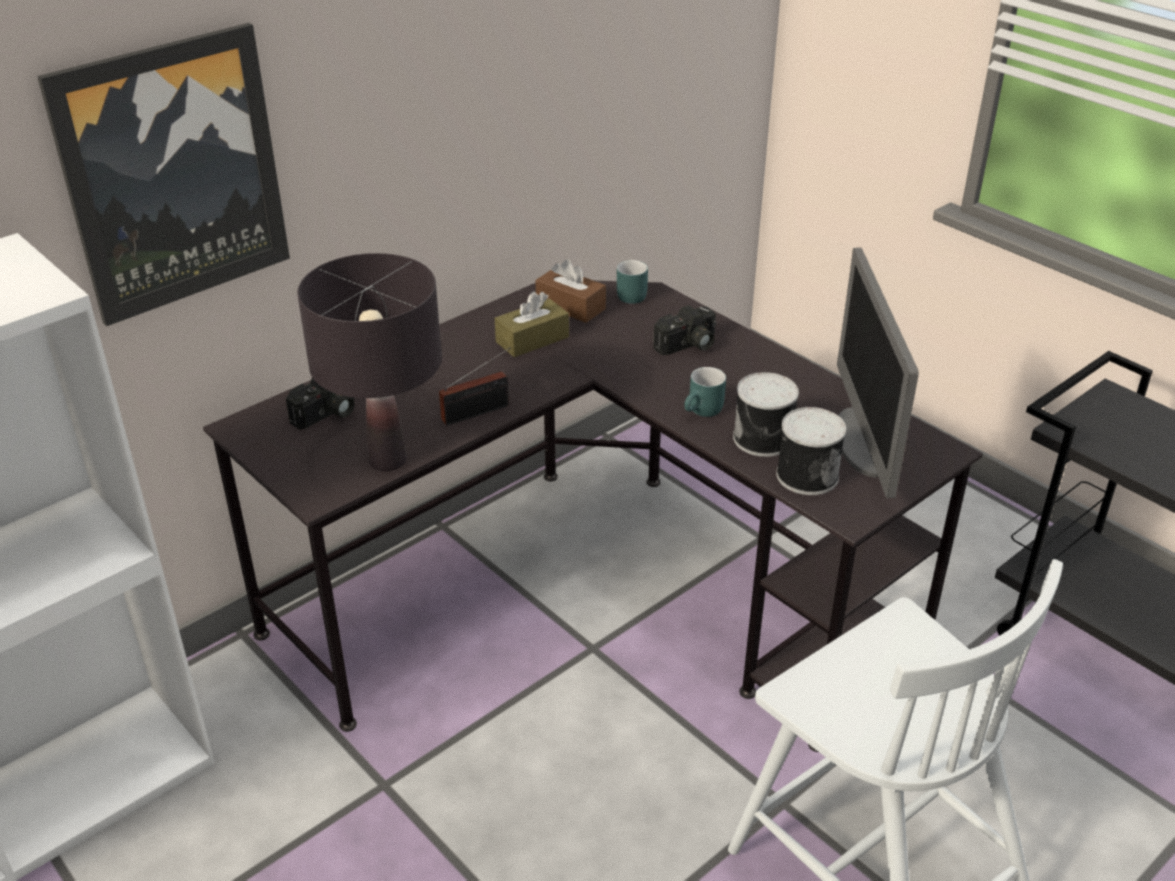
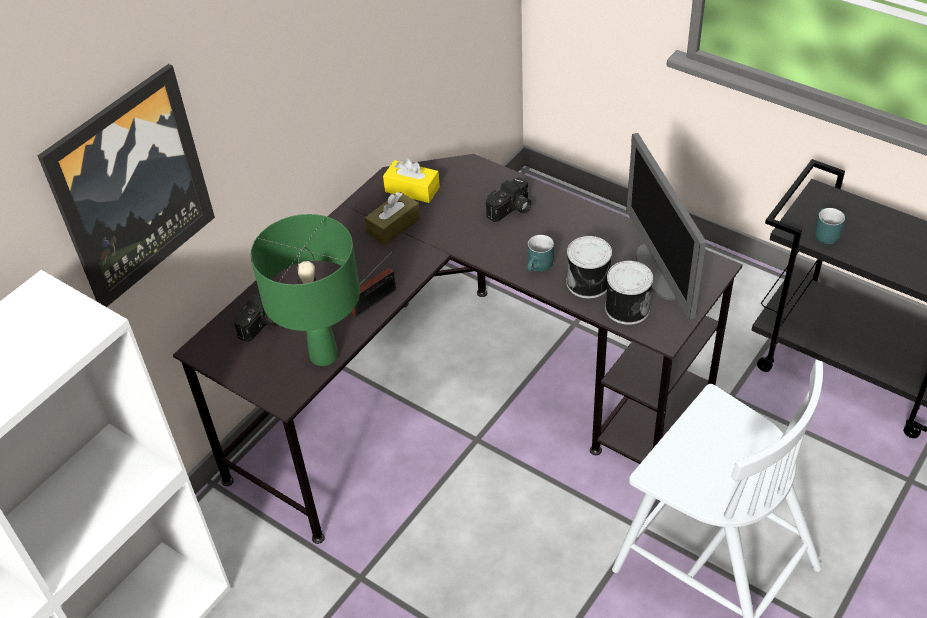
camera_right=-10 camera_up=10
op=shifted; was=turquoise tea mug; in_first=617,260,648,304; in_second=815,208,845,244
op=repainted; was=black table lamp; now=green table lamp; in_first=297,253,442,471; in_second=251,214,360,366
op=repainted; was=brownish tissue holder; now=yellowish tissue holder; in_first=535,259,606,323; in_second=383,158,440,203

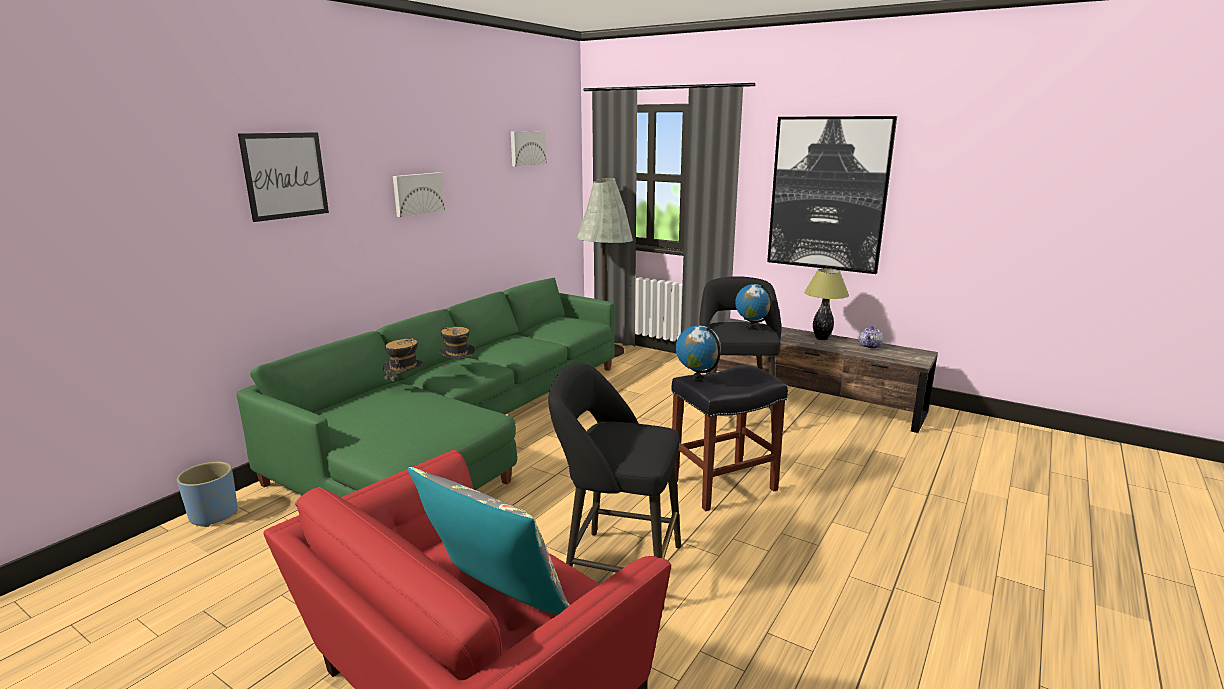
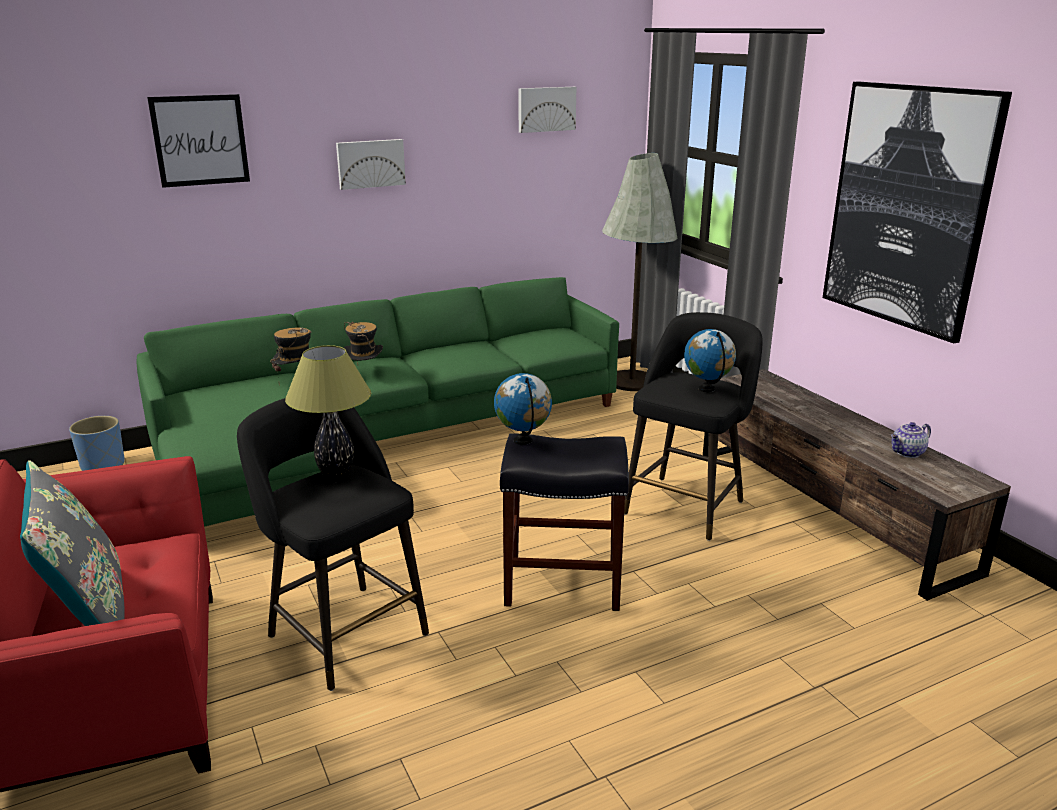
camera_right=30 camera_up=5
op=shifted; was=table lamp; in_first=804,268,849,340; in_second=285,345,371,483

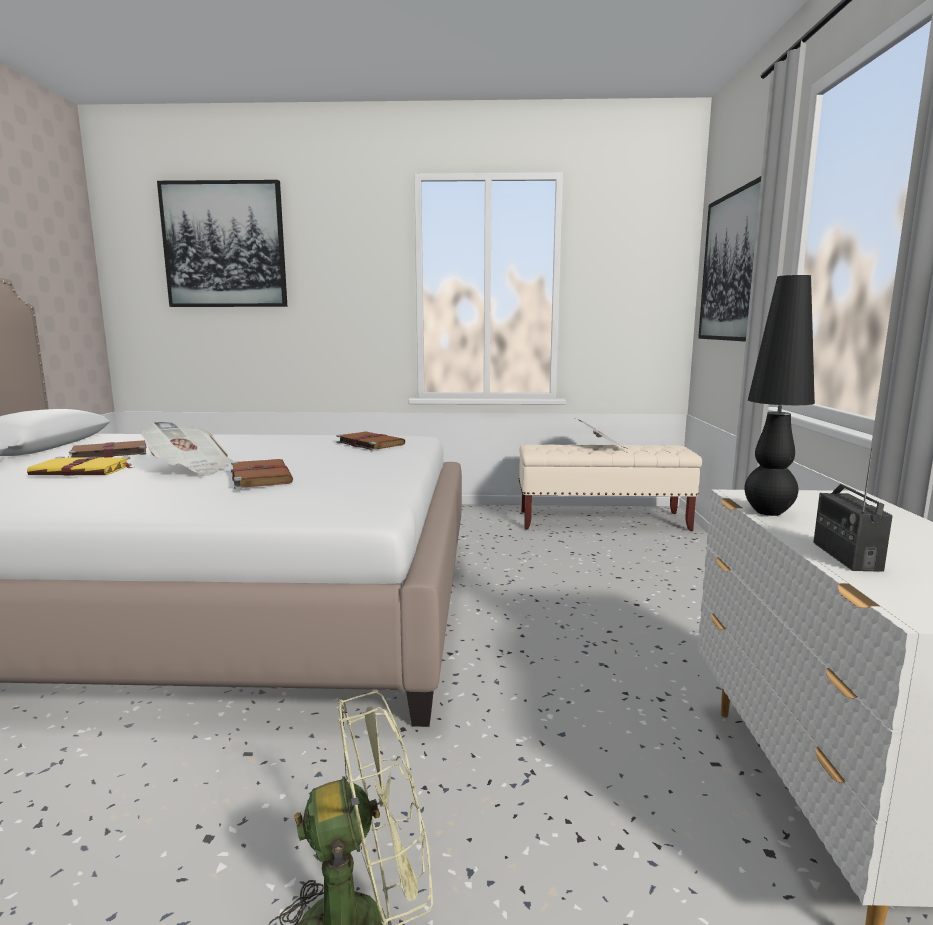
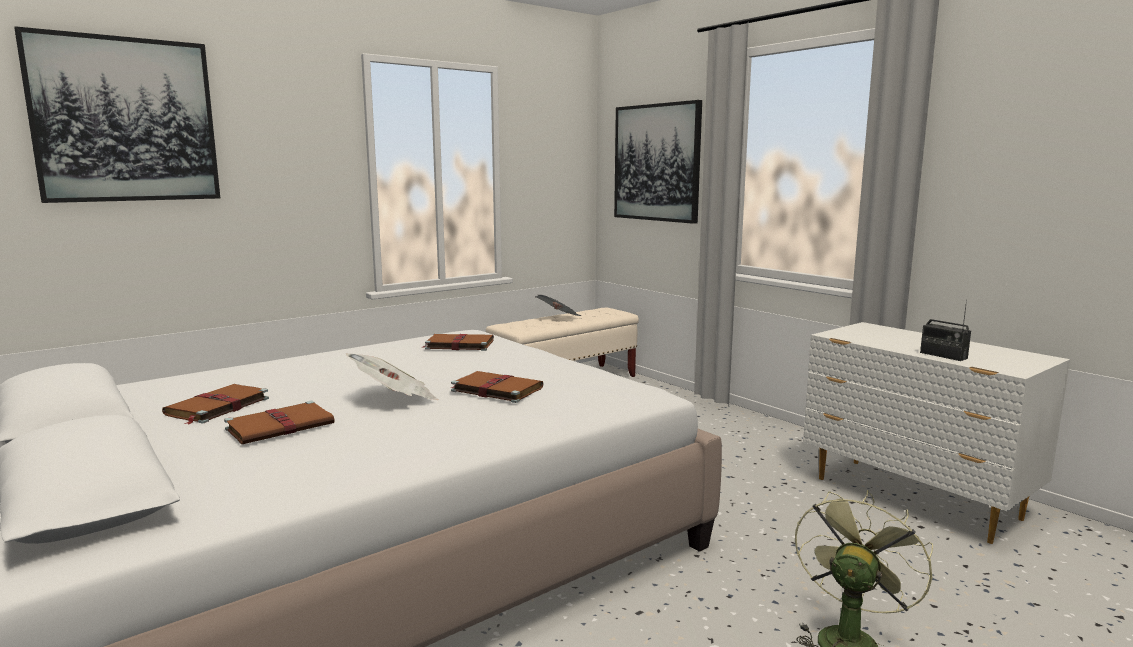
camera_right=-40 camera_up=0
op=gone; was=black table lamp; in_first=744,275,815,516
op=repainted; was=yellowish book; now=brownish book; in_first=27,457,132,476; in_second=224,401,334,444

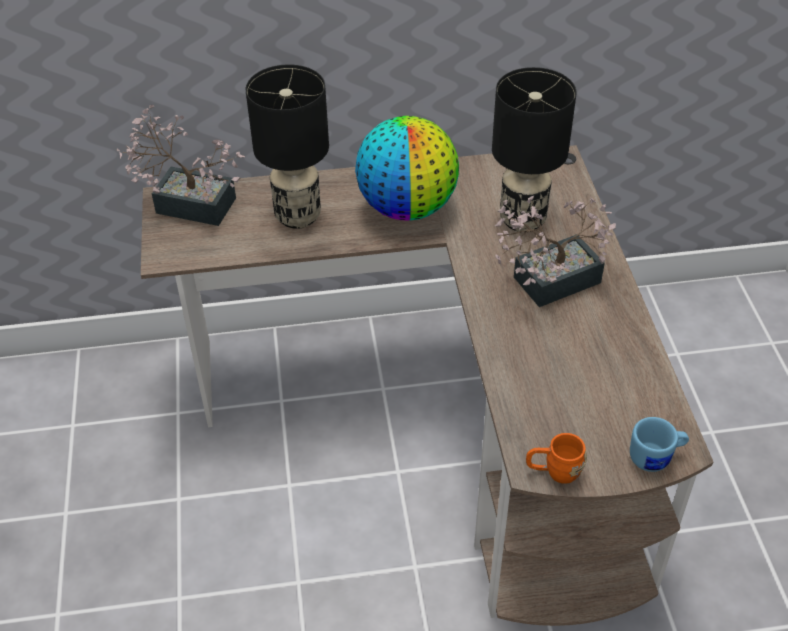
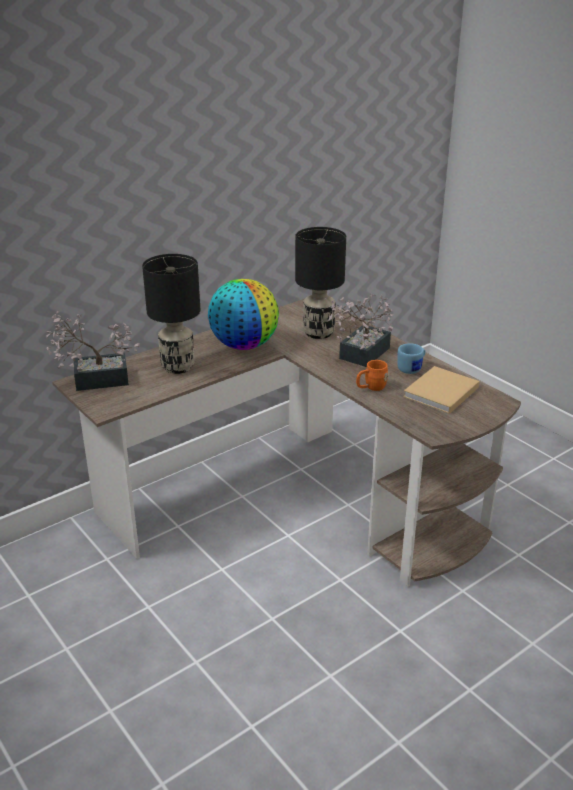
camera_right=-30 camera_up=-15
op=new; now=sand-coloured book; in_second=403,366,479,414
op=shifted; was=orange-coloured tea mug; in_first=526,433,587,484; in_second=356,360,389,391
op=shifted; was=bluish tea mug; in_first=630,417,689,472; in_second=397,343,425,374

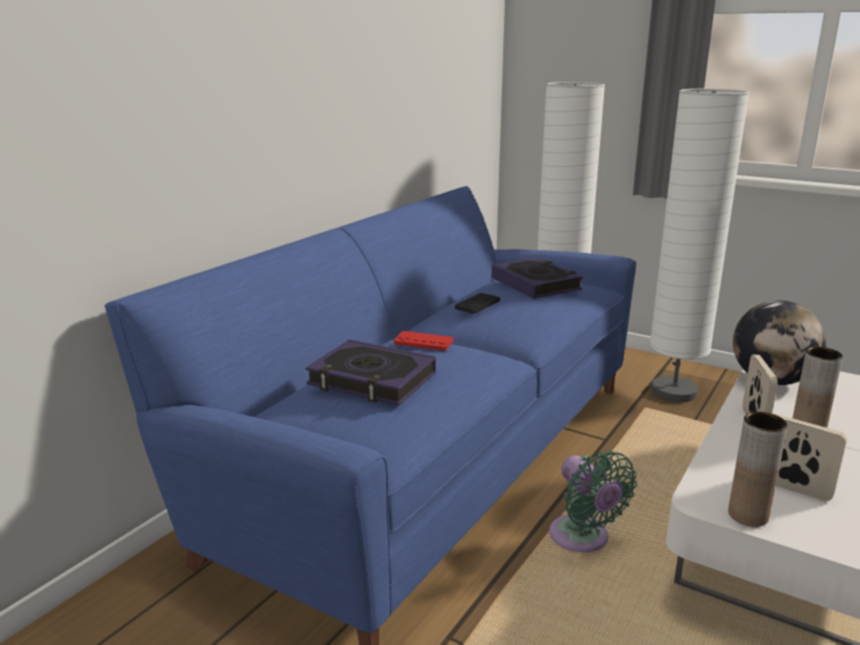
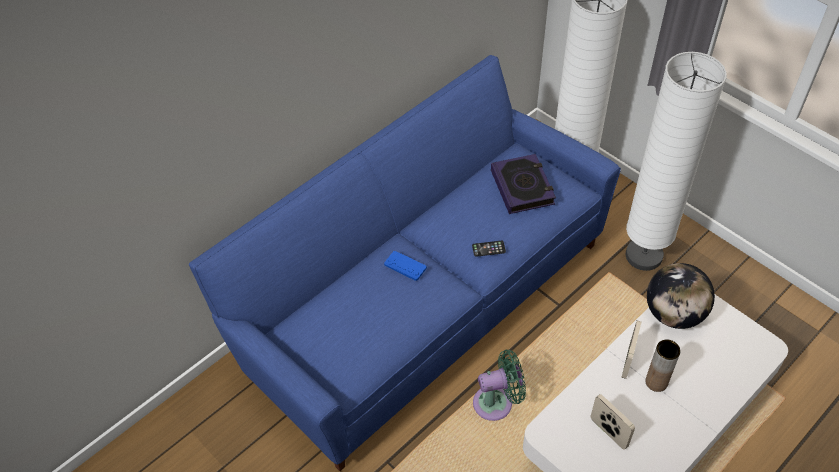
camera_right=15 camera_up=30
op=gone; was=book; in_first=306,339,436,406
op=gone; was=black gamepad; in_first=455,293,500,314
op=gone; was=brownish decorative vase; in_first=728,412,788,527
op=new; now=phone; in_second=472,241,506,257
op=repainted; was=reddish gamepad; now=bluish gamepad; in_first=394,331,453,351; in_second=384,251,427,281
op=rotated; was=green electric fan; in_first=549,451,637,552; in_second=473,350,526,421; clockwise=-90

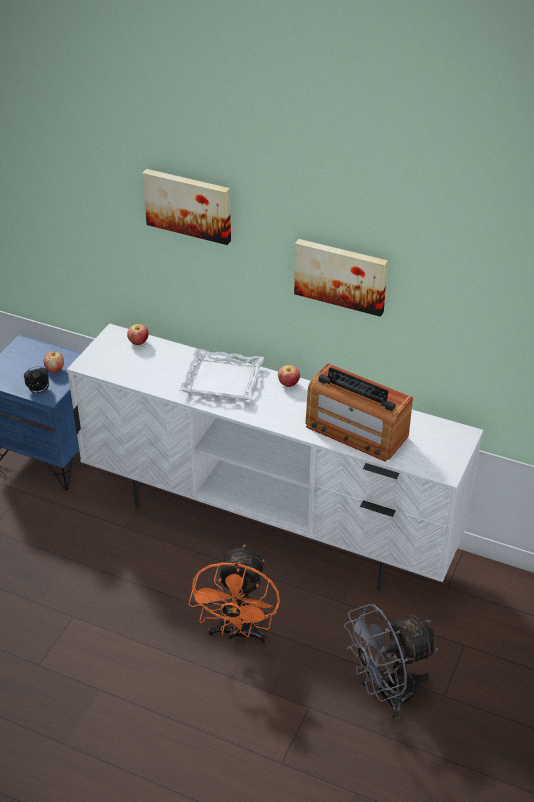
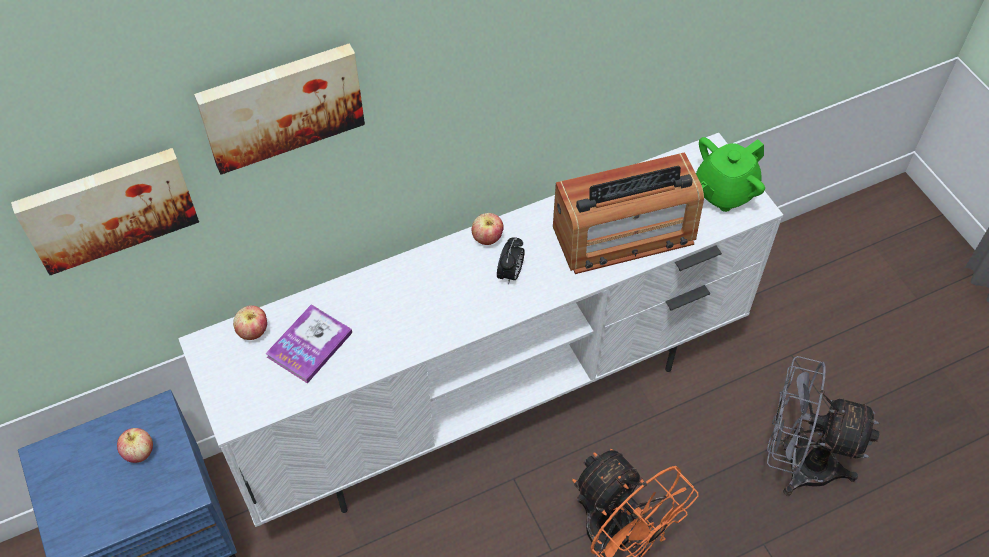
camera_right=-50 camera_up=15
op=gone; was=white-coloured carrying tray; in_first=178,349,264,400
op=new; now=book; in_second=265,304,352,384
op=new; now=green pot for tea; in_second=696,137,765,212
op=shifted; was=bedside clock; in_first=24,366,49,394; in_second=497,237,525,285
op=shifted; was=wall art; in_first=294,239,388,317; in_second=11,148,199,275
op=rotated; was=greyish electric fan; in_first=344,604,439,720; in_second=767,356,880,496; clockwise=90

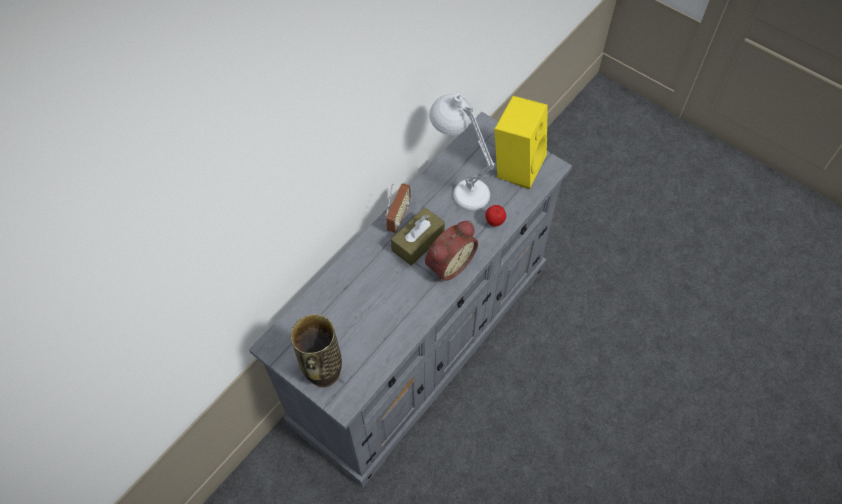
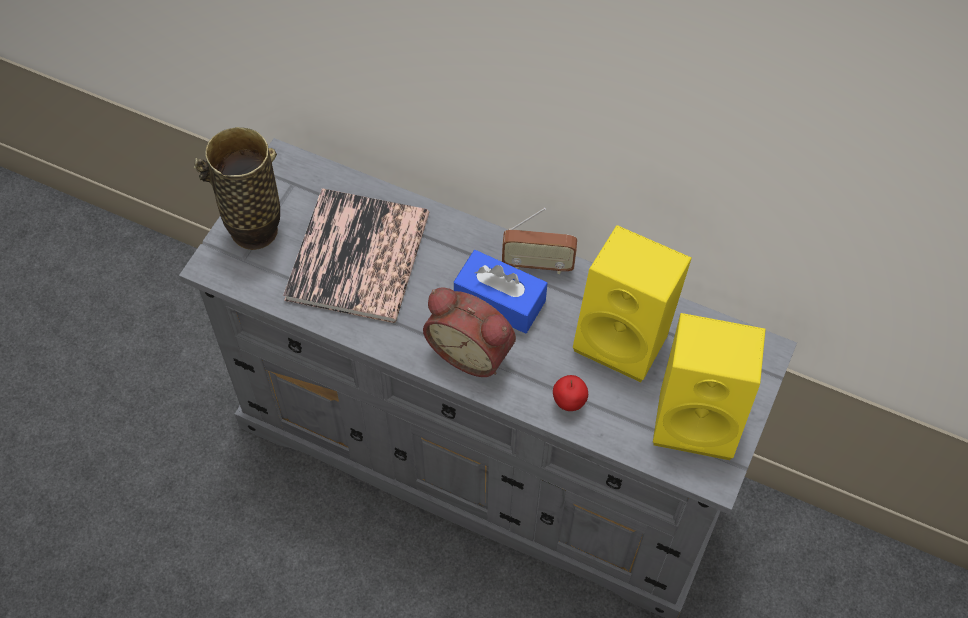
camera_right=75 camera_up=0
op=new; now=book; in_second=283,188,429,323
op=swapped; was=white-coloured table lamp; now=yellowish speaker; in_first=429,94,495,211; in_second=573,225,692,382
op=repainted; was=brownish tissue holder; now=bluish tissue holder; in_first=391,207,445,266; in_second=454,250,547,334

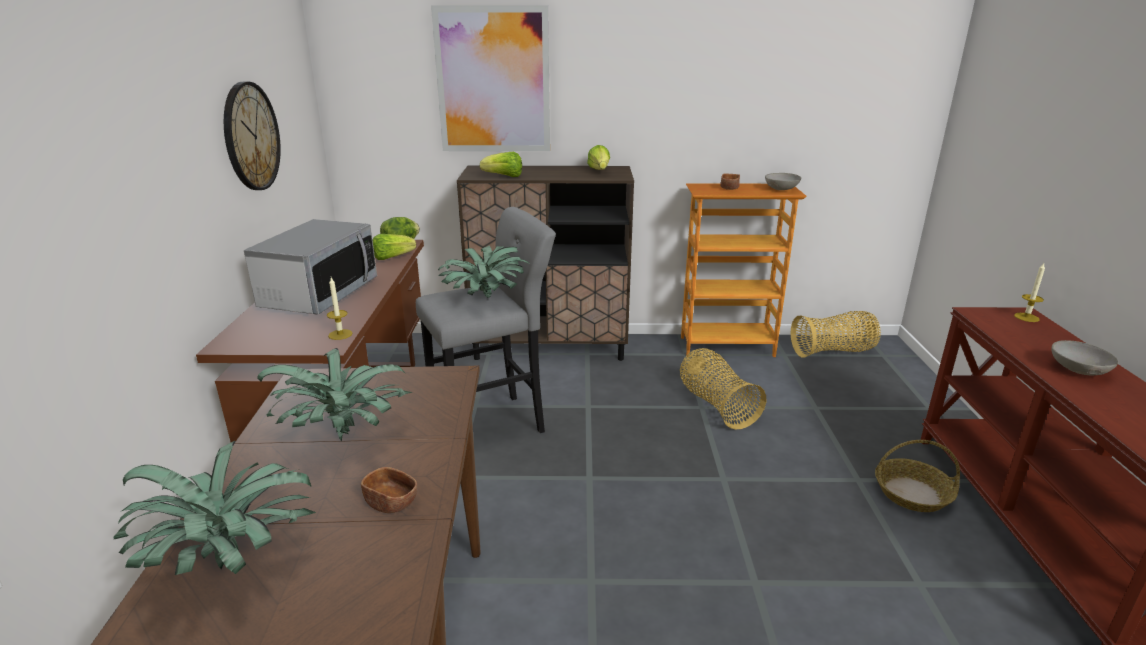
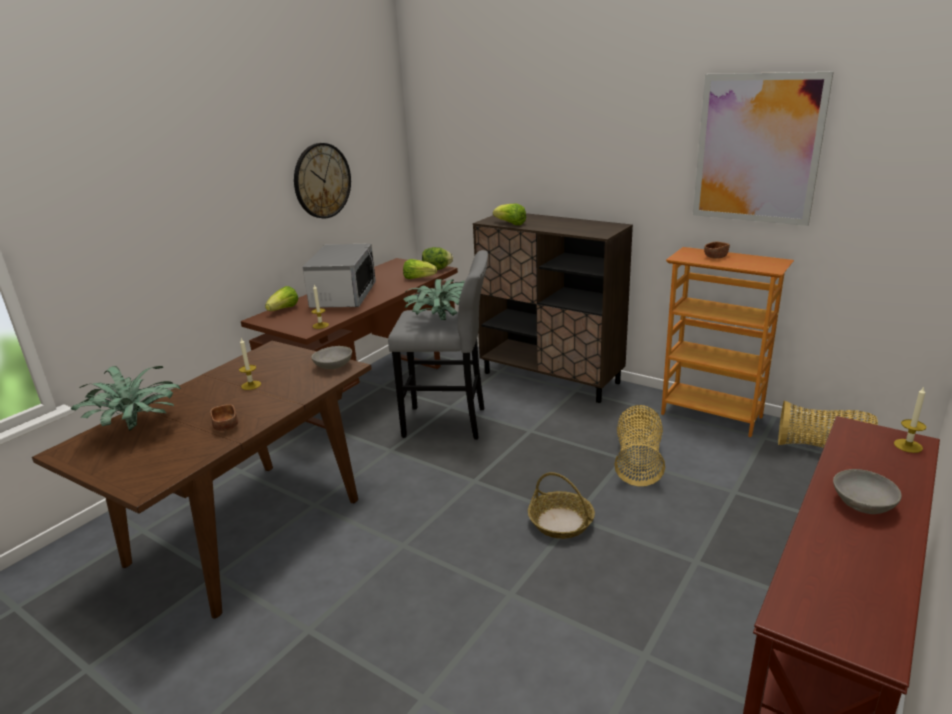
camera_right=35 camera_up=0
op=shifted; was=wall art; in_first=431,5,550,151; in_second=693,72,834,226
op=shifted; was=head of lettuce; in_first=587,145,610,170; in_second=265,286,298,311
op=shifted; was=greyish deep dish; in_first=765,173,801,190; in_second=311,346,352,369
op=shifted; was=basket; in_first=875,440,960,512; in_second=528,472,595,539
op=swapped; was=plant in a pot; now=candle; in_first=257,348,413,442; in_second=239,338,261,390
op=rotated; was=microwave oven; in_first=244,219,377,315; in_second=302,243,376,308; clockwise=-45

